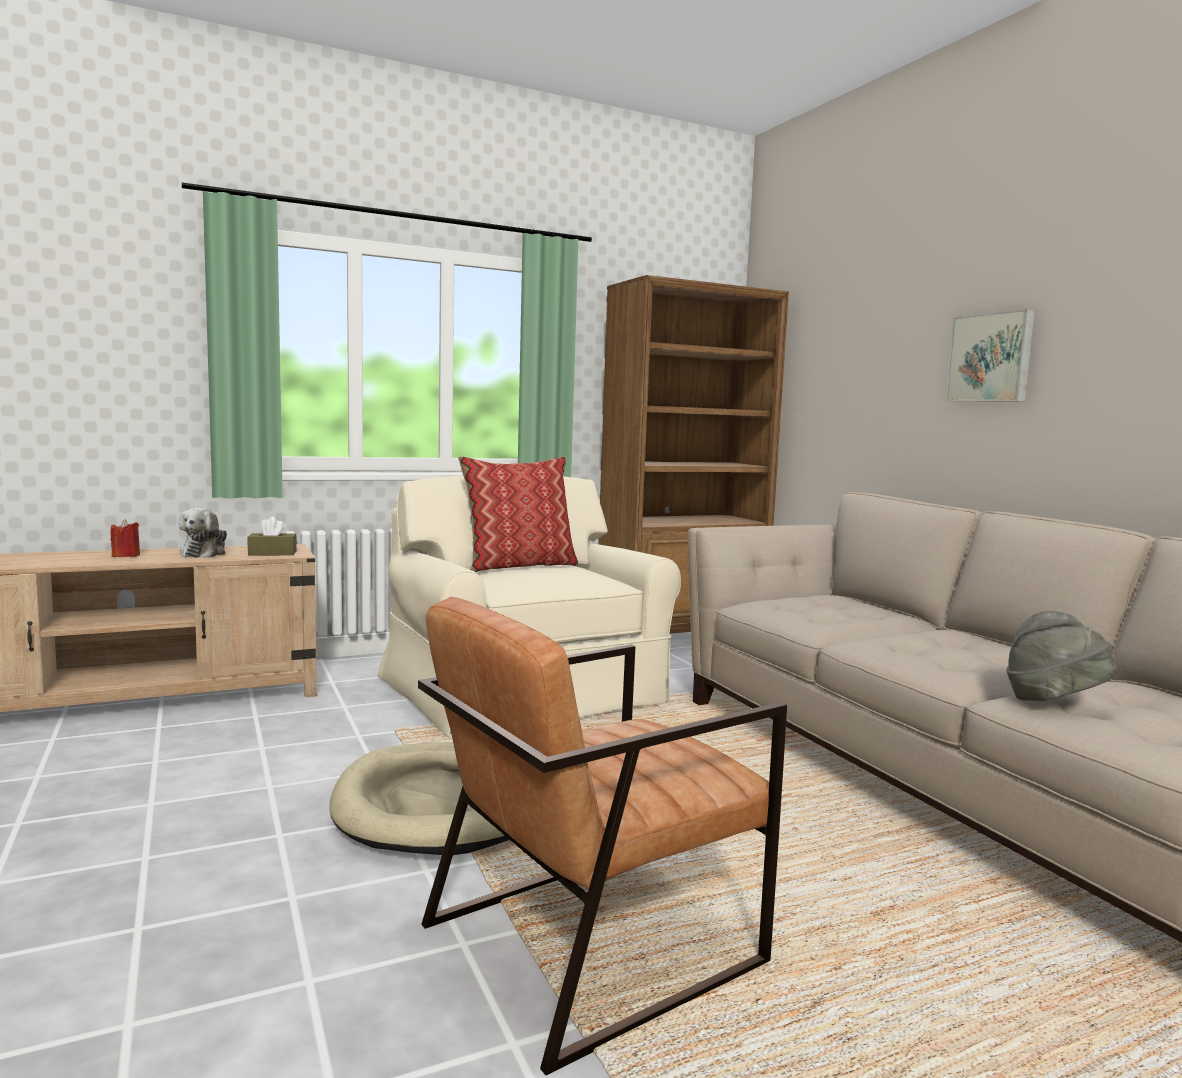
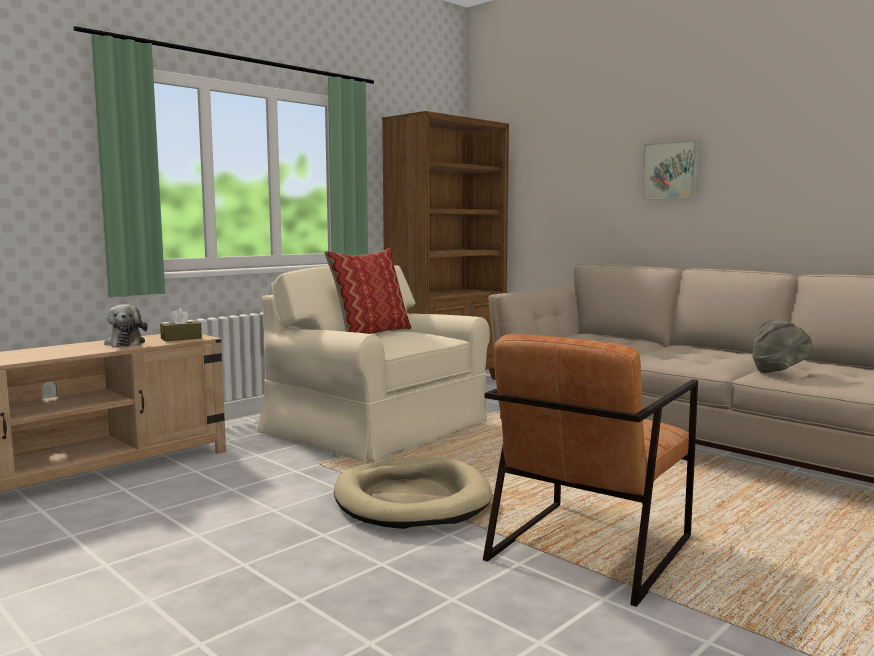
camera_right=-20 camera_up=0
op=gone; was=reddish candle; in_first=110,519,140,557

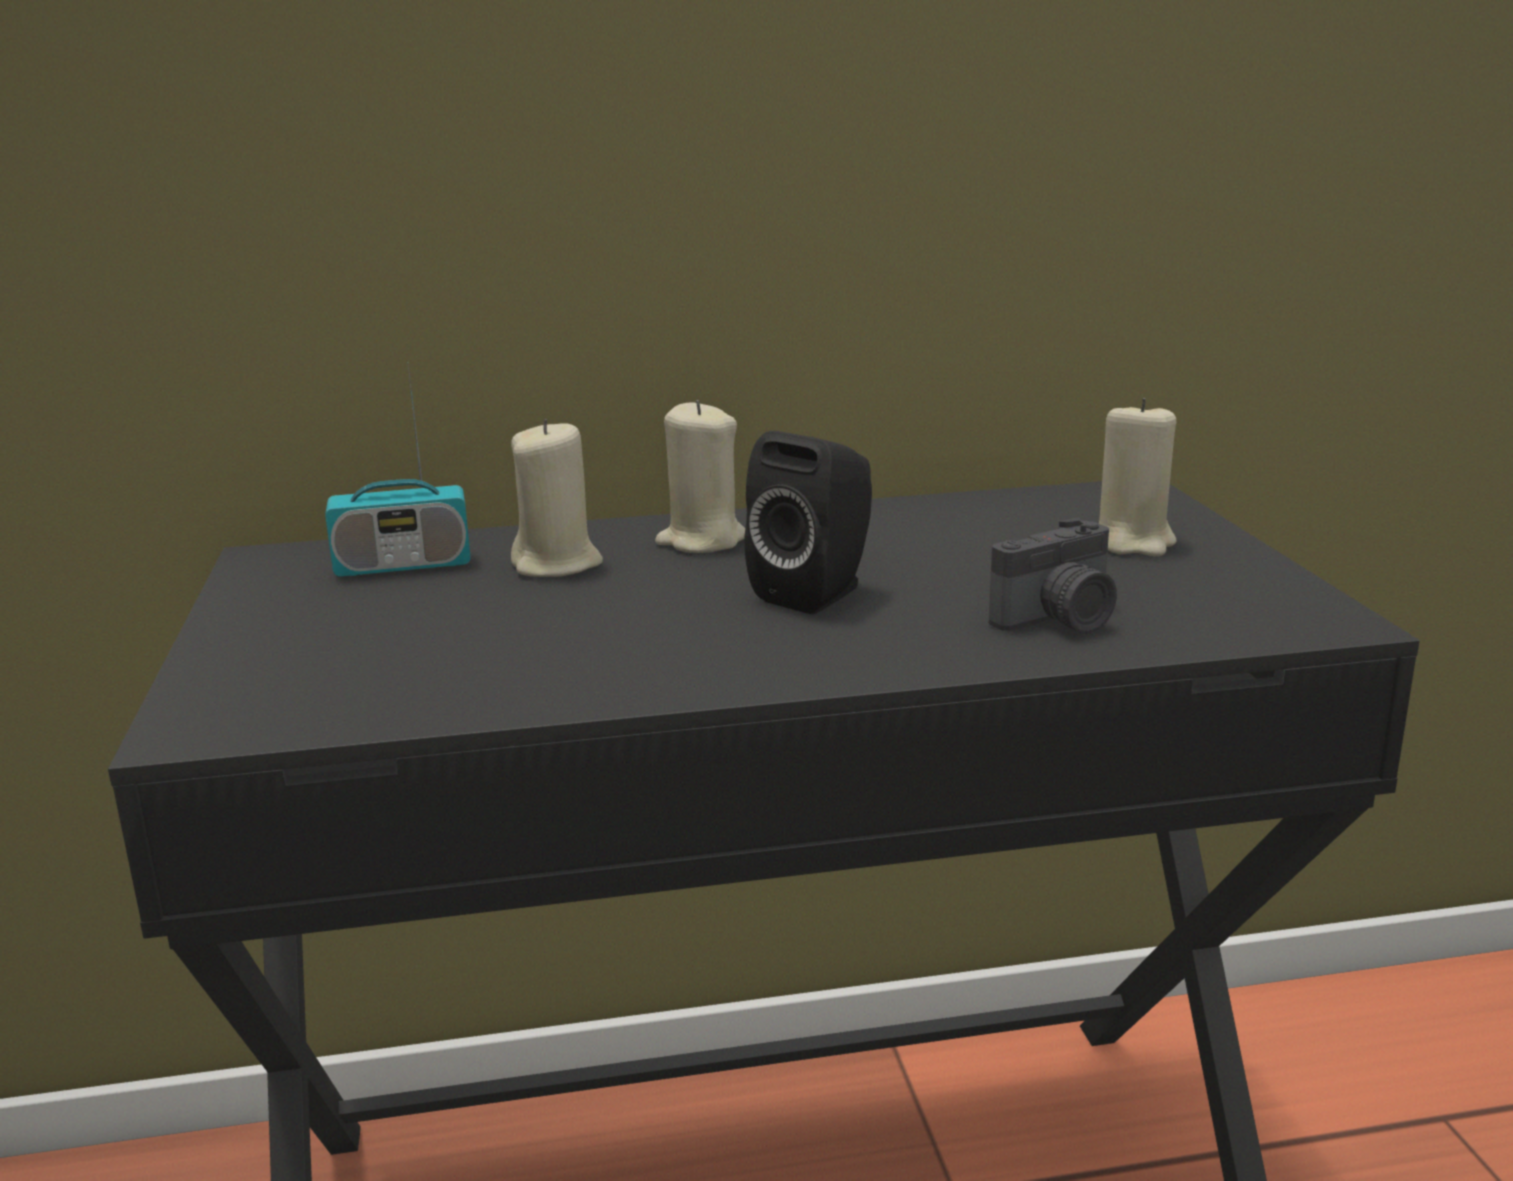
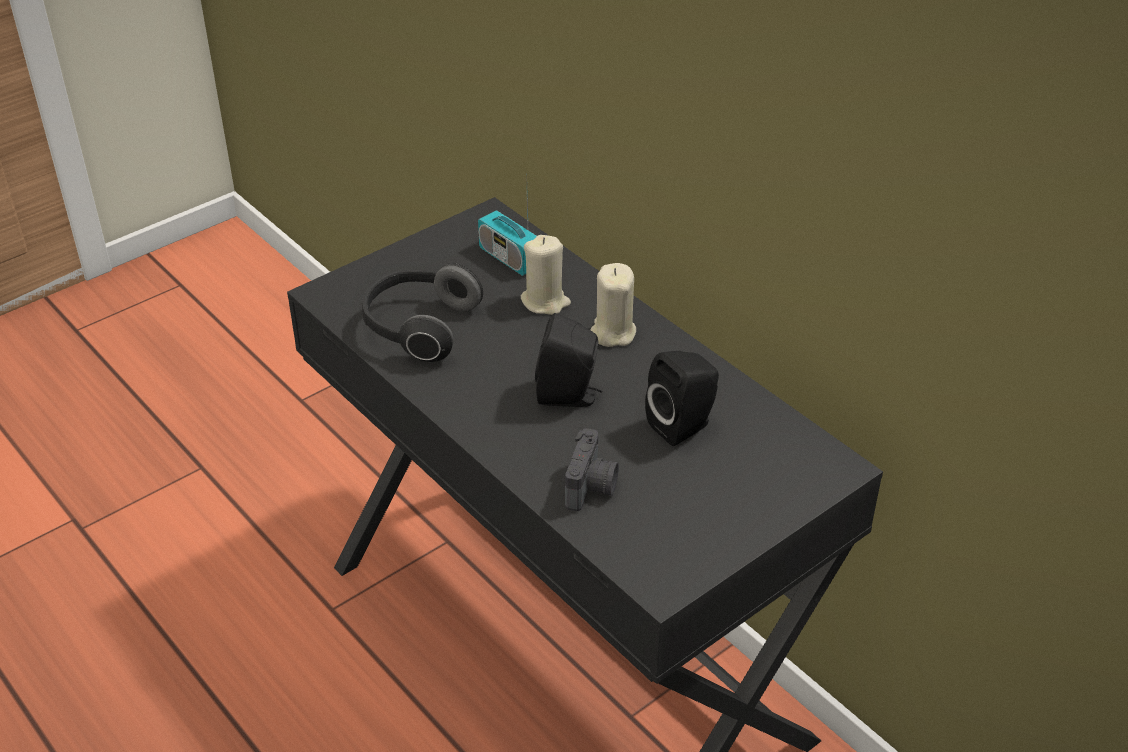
camera_right=60 camera_up=20
op=gone; was=sand-coloured candle; in_first=1099,398,1176,556
op=new; now=pair of headphones; in_second=362,263,483,362
op=new; now=black speaker; in_second=645,351,719,446
op=rotated; was=still camera; in_first=989,517,1117,634; in_second=565,428,619,511; clockwise=-105

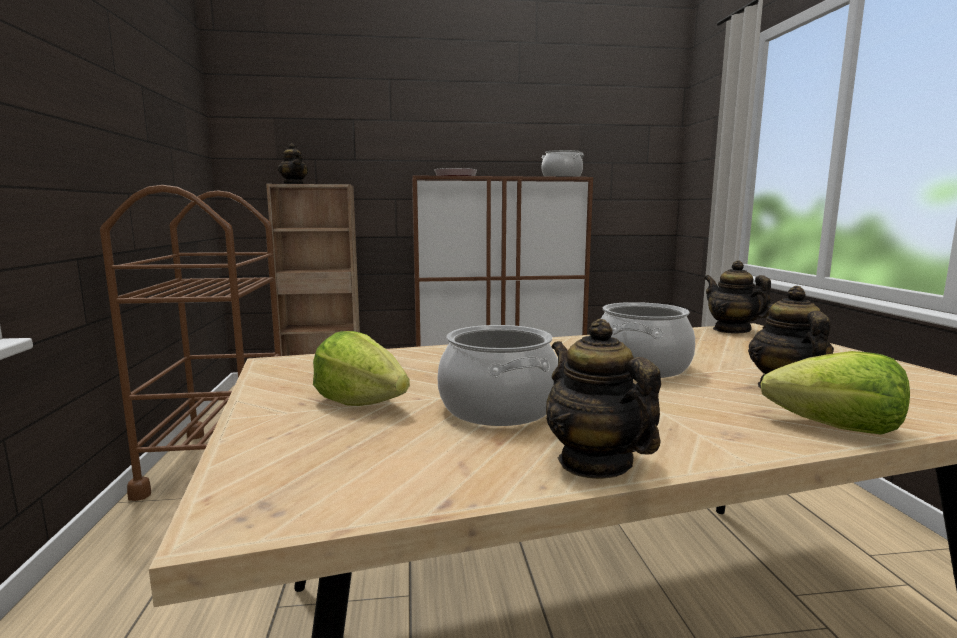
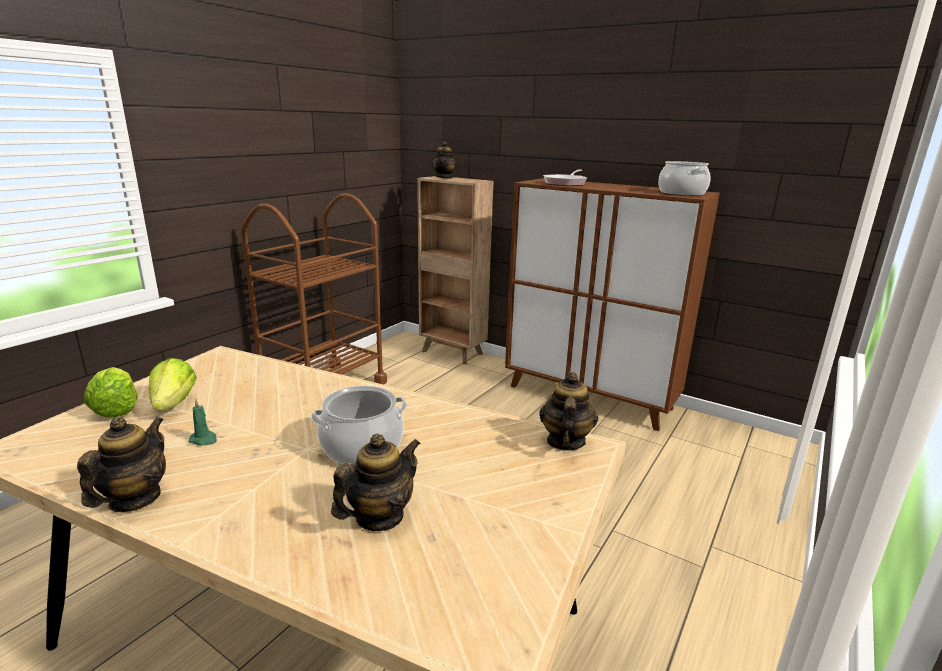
camera_right=40 camera_up=10
op=shifted; was=head of lettuce; in_first=761,351,910,435; in_second=84,367,138,418
op=swapped; was=cooking pot; now=green candle; in_first=437,325,558,426; in_second=188,399,217,445

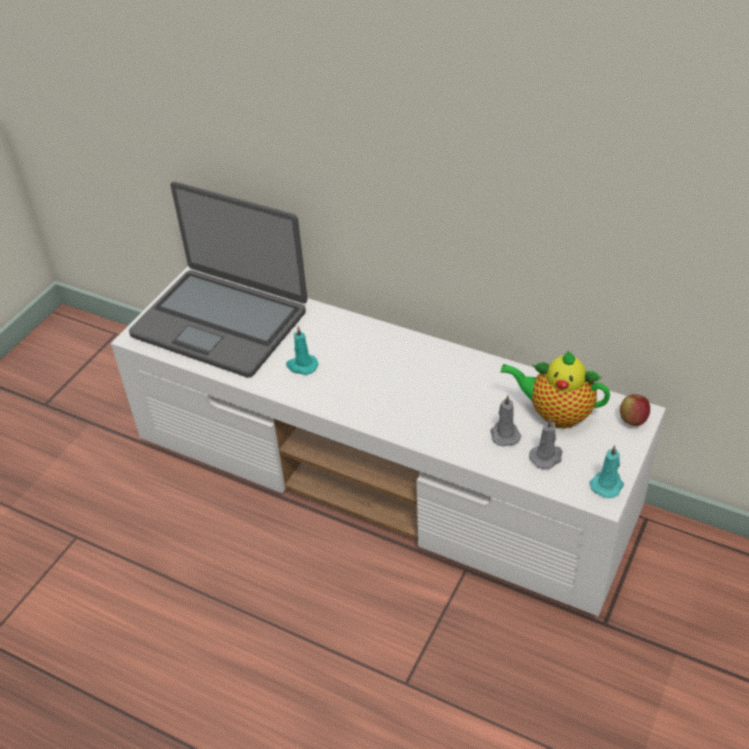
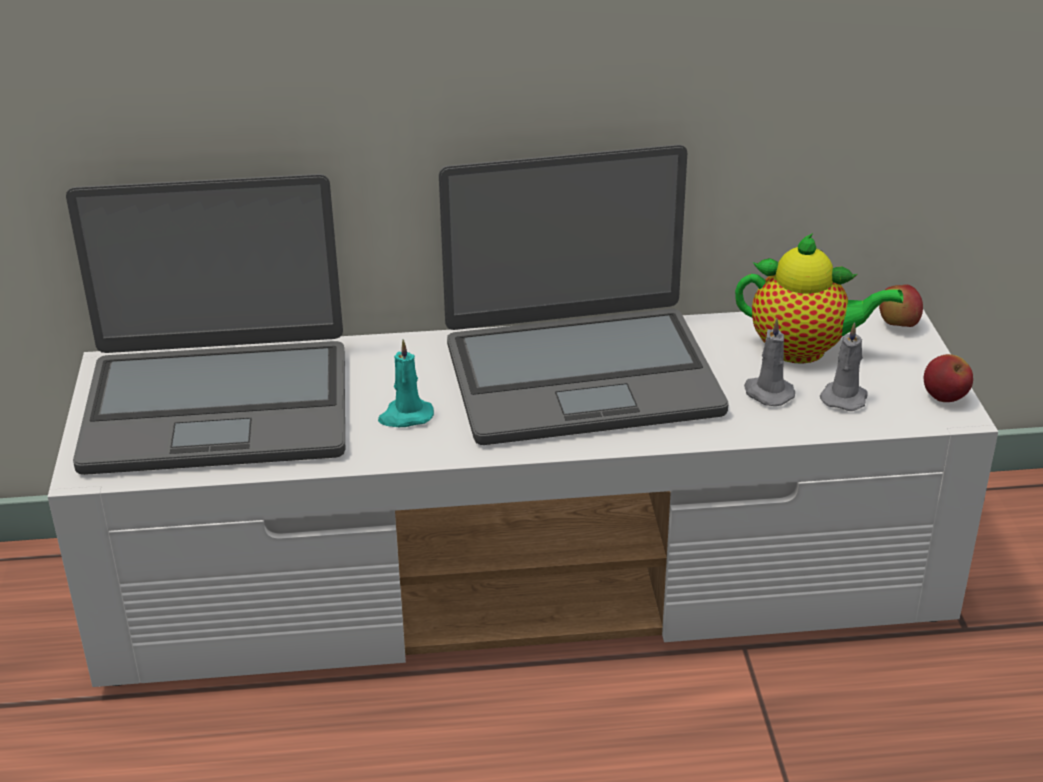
camera_right=-35 camera_up=-10
op=new; now=notebook computer; in_second=439,144,728,445
op=swapped; was=turquoise candle; now=whole apple; in_first=590,445,624,498; in_second=924,354,973,402
op=rotated; was=pot for tea; in_first=501,350,610,428; in_second=735,233,903,364; clockwise=-150

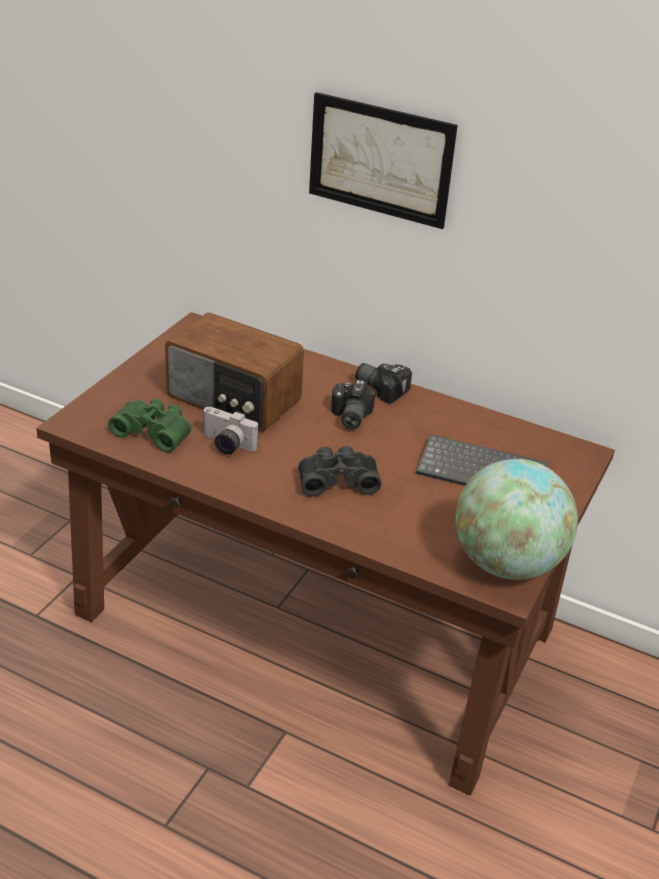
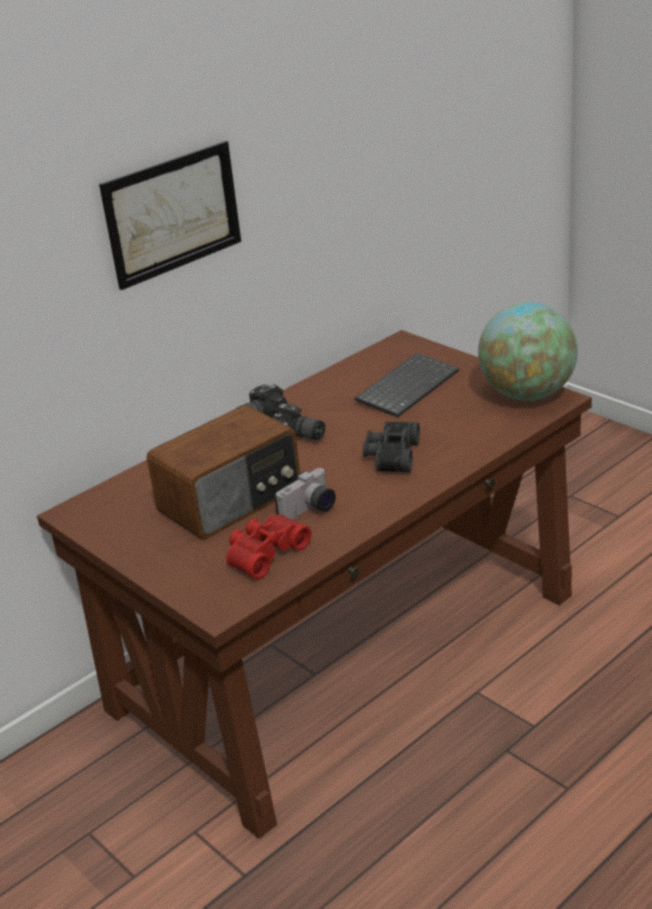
camera_right=-65 camera_up=-5
op=repainted; was=green field glasses; now=reddish field glasses; in_first=108,399,191,452; in_second=226,515,311,580

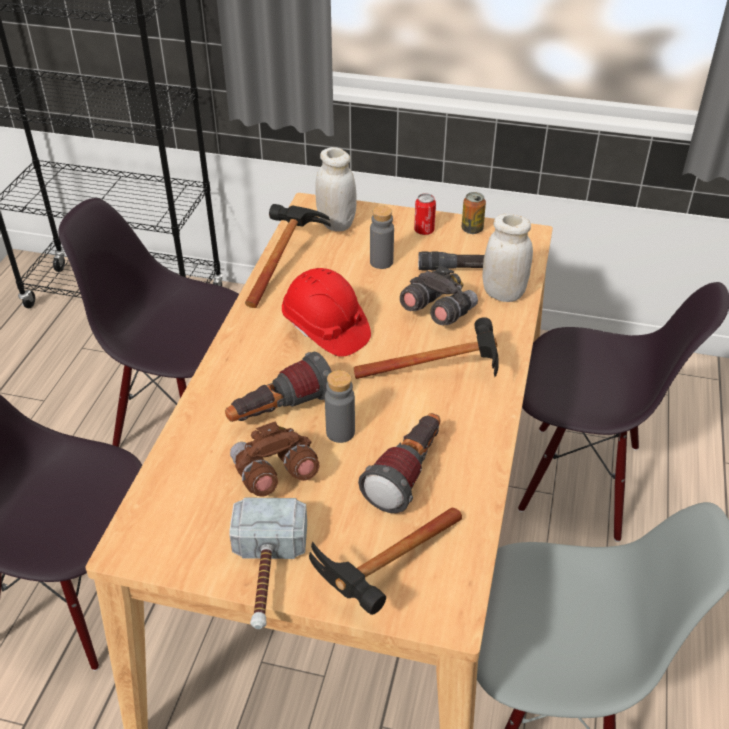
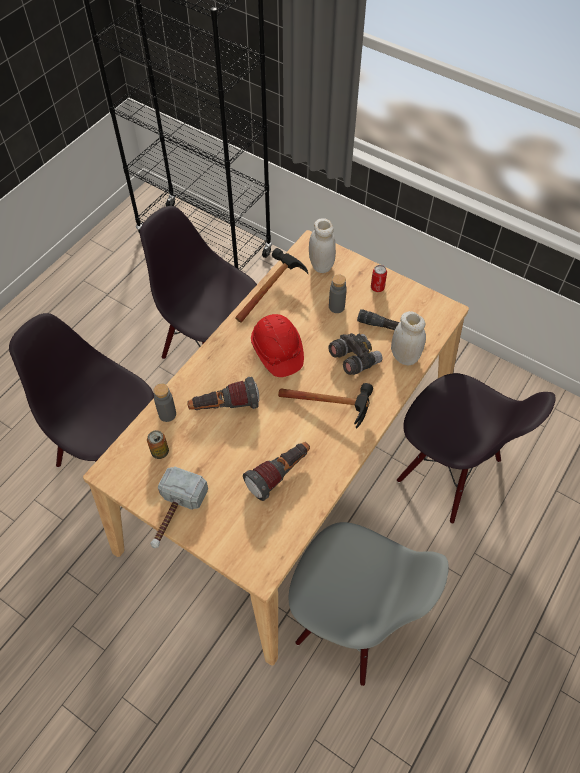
camera_right=20 camera_up=15
op=gone; was=brownish field glasses; in_first=230,421,319,497
op=gone; was=hammer; in_first=309,508,462,615
op=shifted; was=greyish bottle; in_first=325,370,355,443; in_second=153,383,176,422
op=shifted; was=can; in_first=462,192,486,234; in_second=147,430,169,459

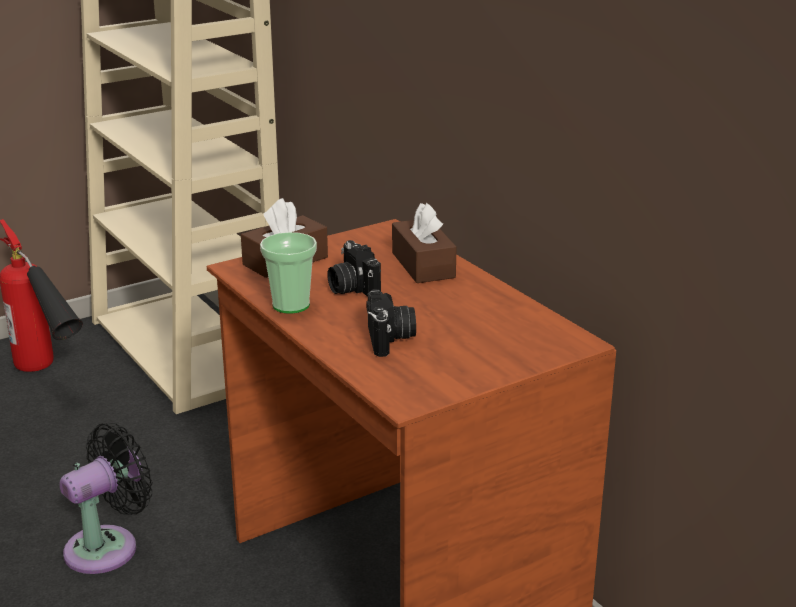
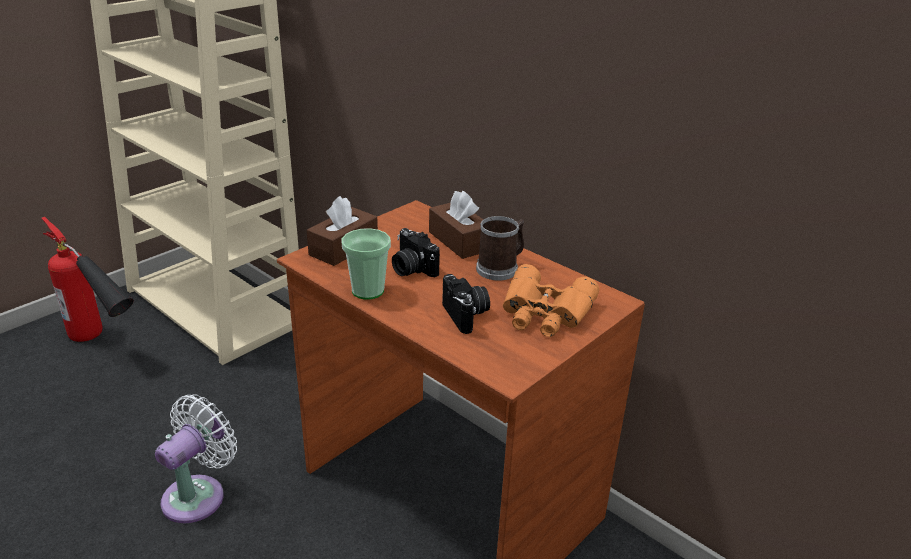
camera_right=-15 camera_up=5
op=new; now=tea mug; in_second=476,216,524,281
op=new; now=orange-coloured field glasses; in_second=503,264,599,337
op=repainted; was=black electric fan; now=white-coloured electric fan; in_first=60,423,152,574; in_second=155,395,237,523

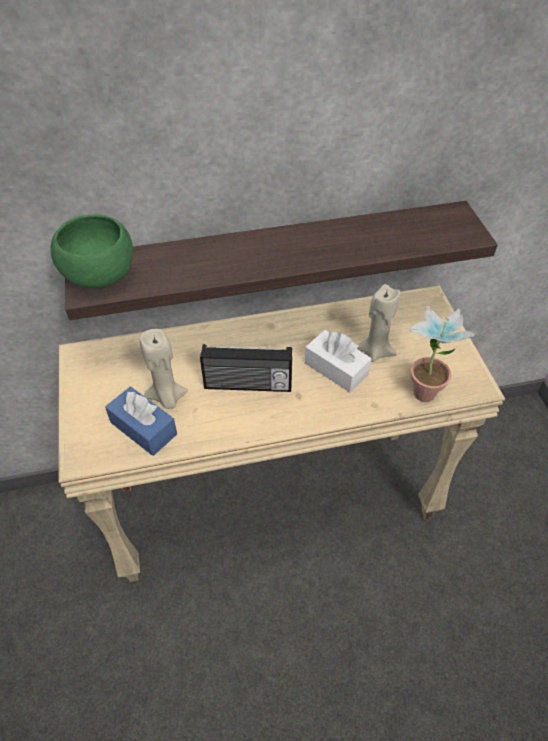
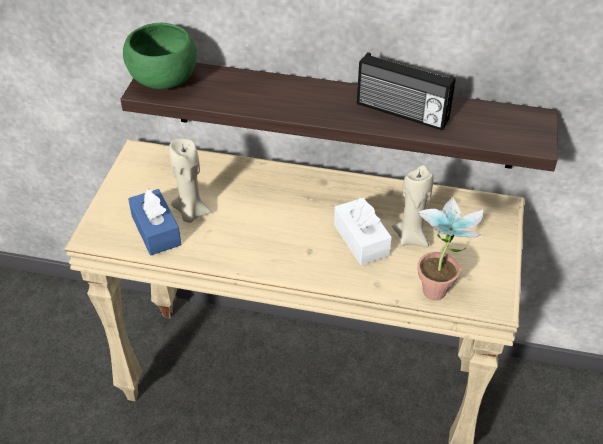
camera_right=25 camera_up=-5
op=shifted; was=radio receiver; in_first=200,344,292,392; in_second=357,52,456,131

